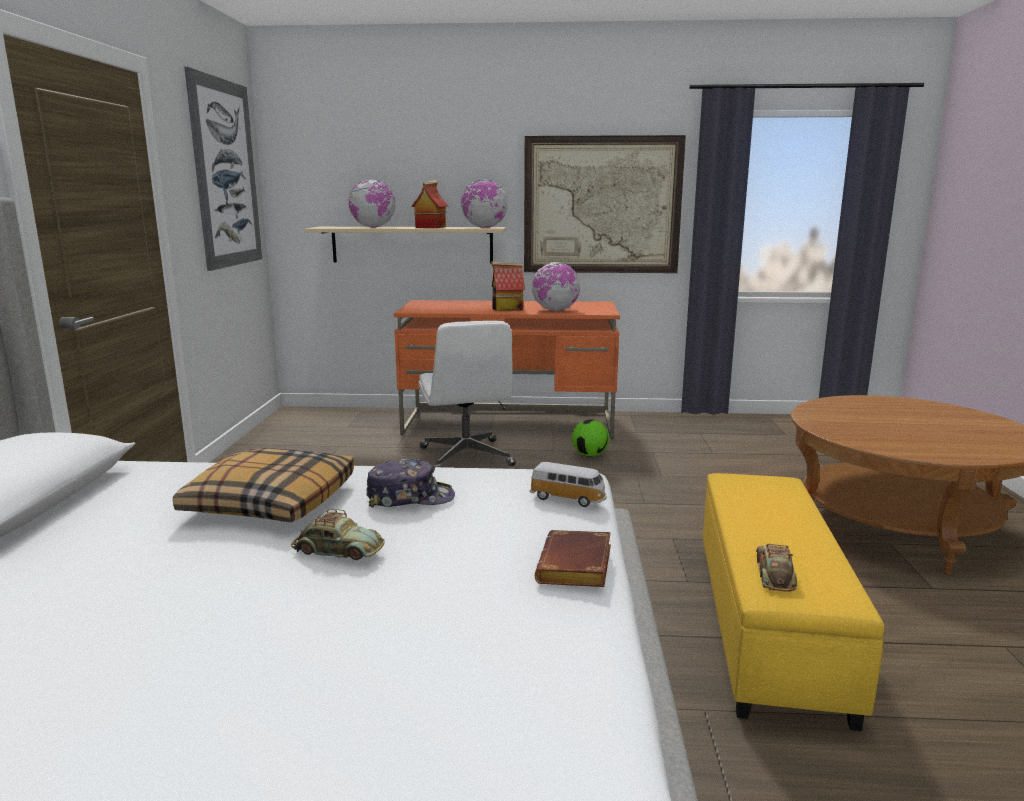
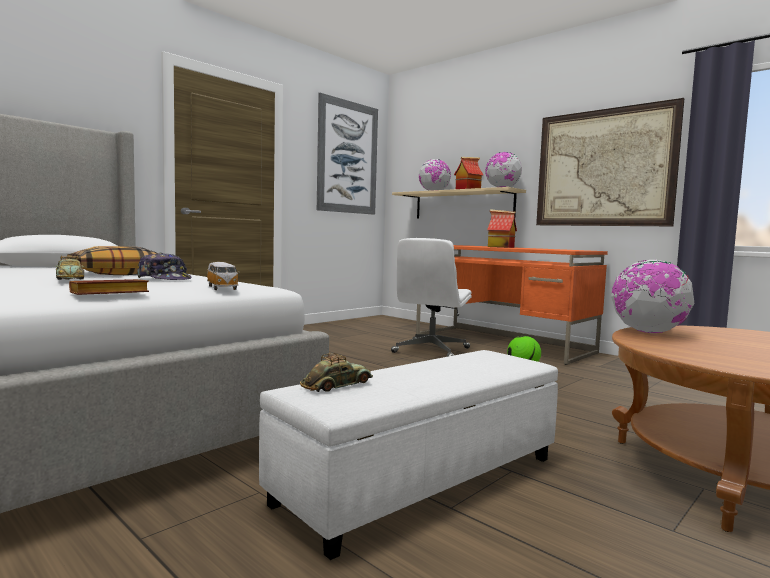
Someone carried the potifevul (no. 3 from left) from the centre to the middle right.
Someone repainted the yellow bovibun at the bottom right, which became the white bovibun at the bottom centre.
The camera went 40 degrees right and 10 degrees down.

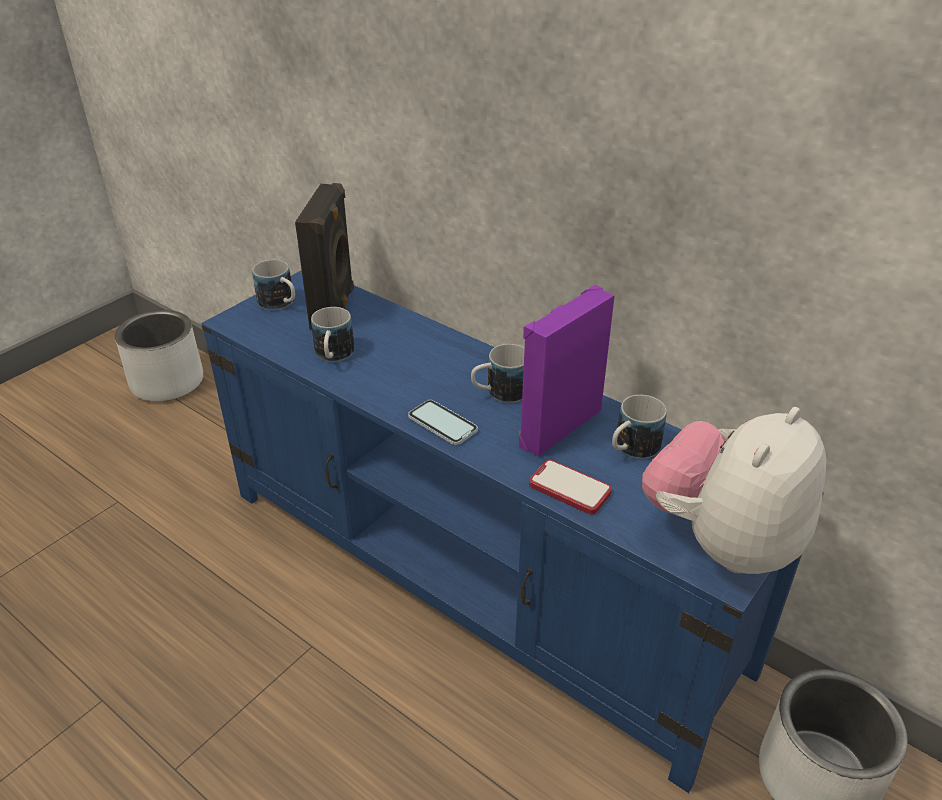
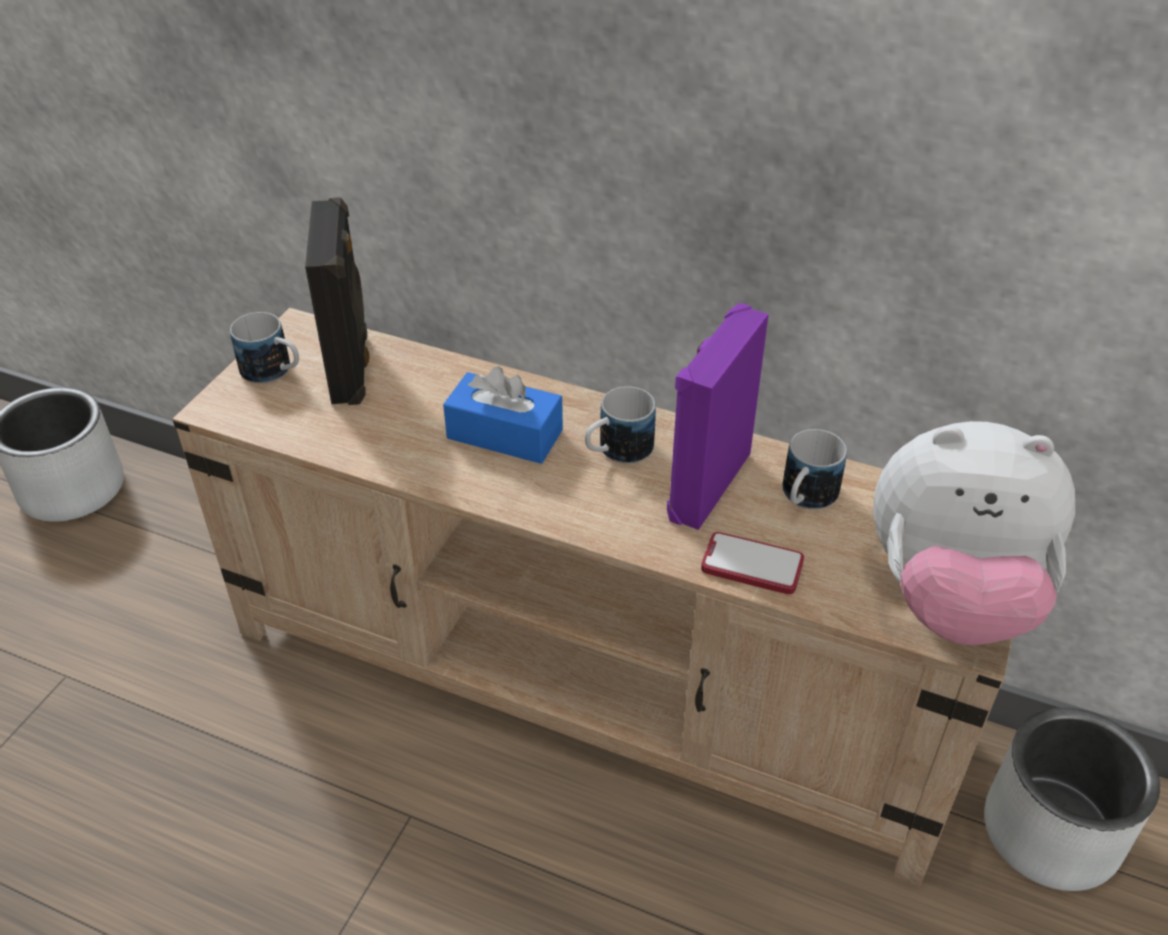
Someone repainted the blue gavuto at the centre, which became the beige gavuto at the centre.
Someone took away the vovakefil (no. 2 from left) at the centre.
Someone took away the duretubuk (no. 1 from left) at the centre.
Someone rotated the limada at the middle right by 105 degrees counterclockwise.
Someone put down the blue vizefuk at the centre.
The camera went 15 degrees left and 5 degrees up.

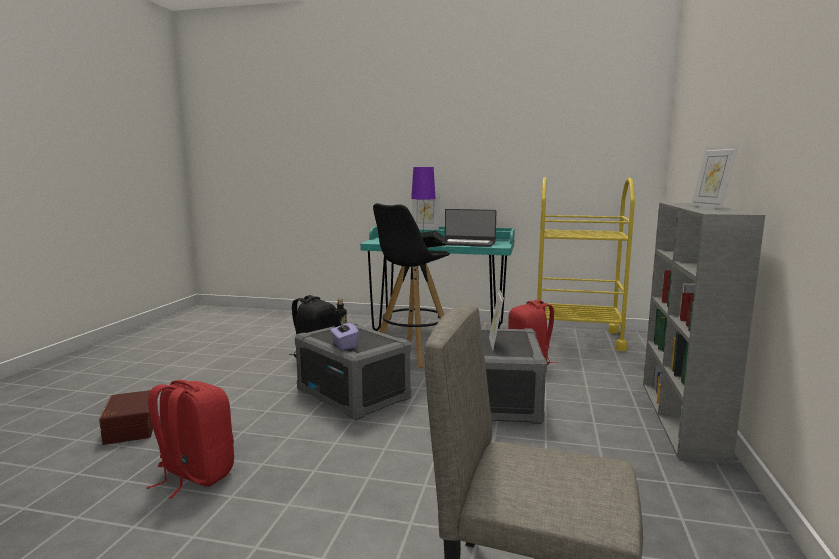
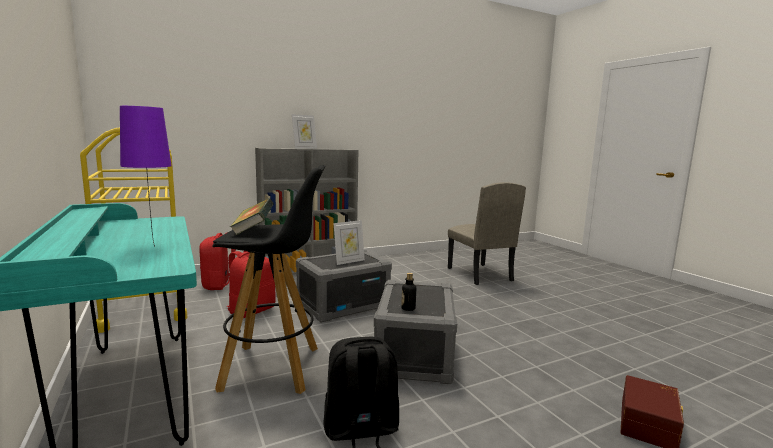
Someone took away the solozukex (no. 1 from left) at the centre.
Someone took away the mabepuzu at the centre.
Someone took away the purple vizefuk at the centre.
Someone carried the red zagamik (no. 1 from left) from the bottom left to the middle left.
The camera went 130 degrees left and 0 degrees up.

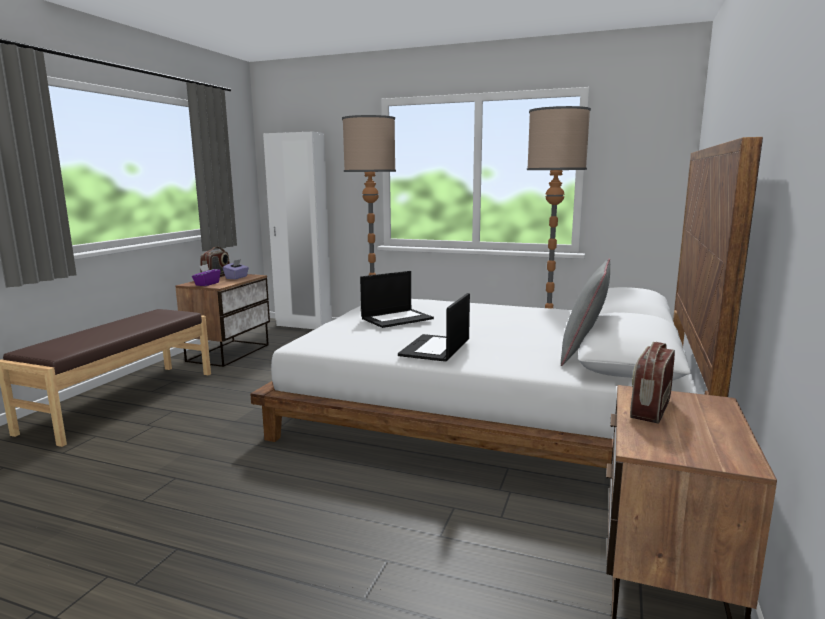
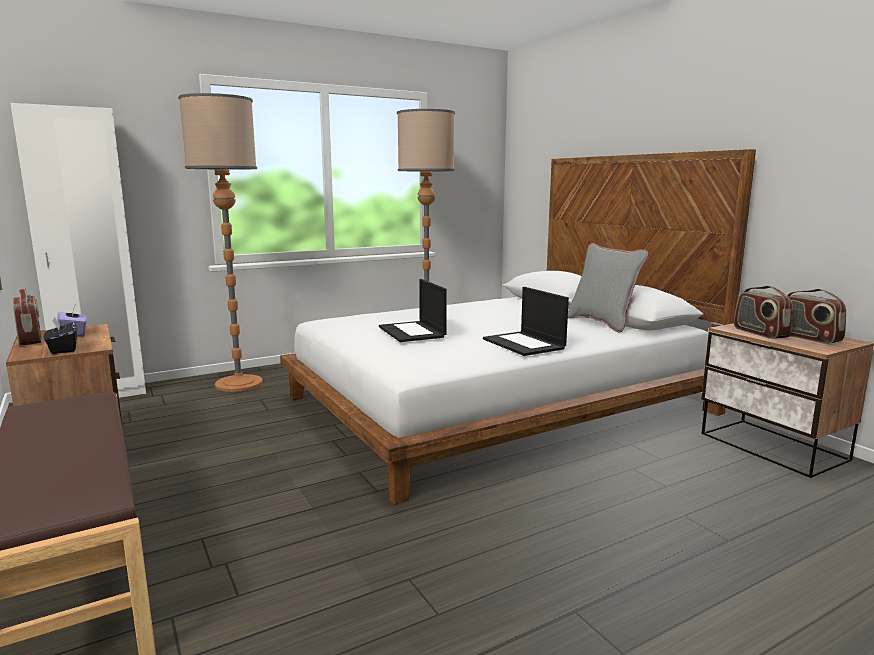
Someone repainted the purple vizefuk (no. 1 from left) at the middle left, which became the black vizefuk at the middle left.
Someone rotated the mabepuzu (no. 1 from left) at the centre by 150 degrees clockwise.
Someone put down the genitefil (no. 3 from left) at the middle right.
The camera went 50 degrees left and 0 degrees up.

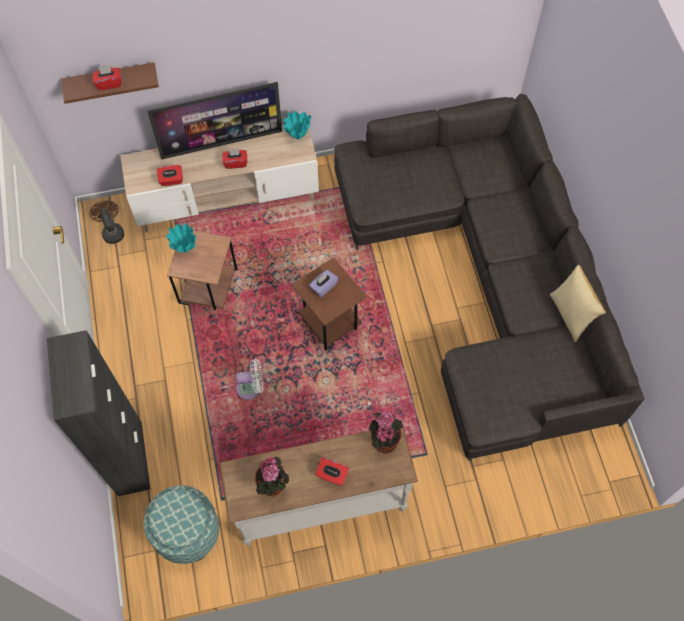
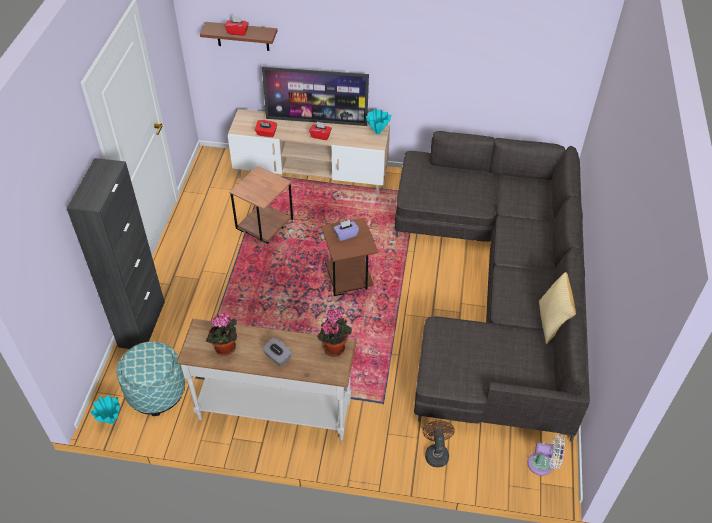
Someone carried the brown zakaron from the middle left to the bottom centre.
Someone carried the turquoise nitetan (no. 1 from left) from the middle left to the bottom left.
Someone carried the white zakaron from the centre to the bottom right.
Someone repainted the red vizefuk (no. 4 from left) at the bottom centre, which became the grey vizefuk at the bottom centre.
The camera went 20 degrees right and 15 degrees down.

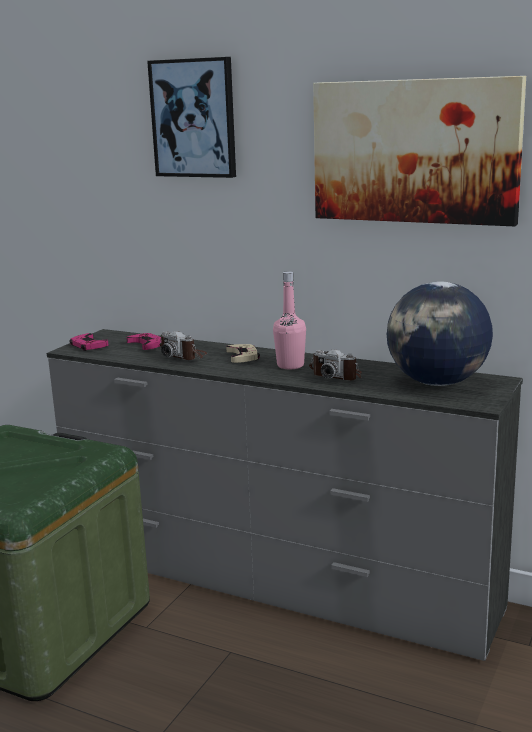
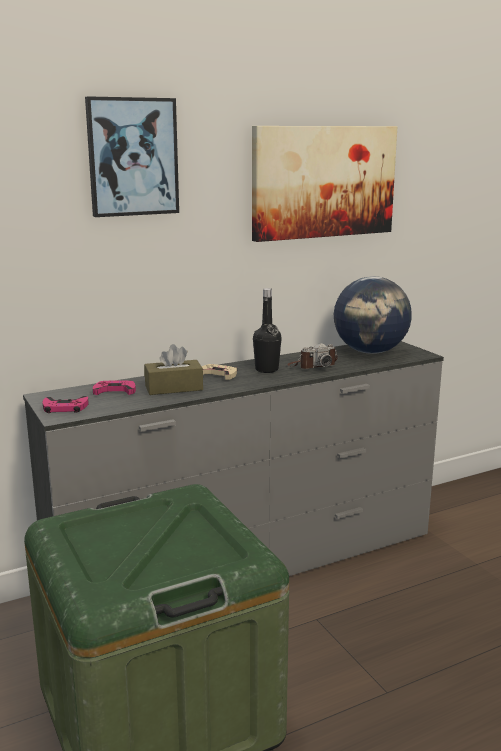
Someone repainted the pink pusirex at the centre, which became the black pusirex at the centre.
Someone swapped the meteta (no. 1 from left) at the centre for the brown vizefuk at the centre.
The camera went 55 degrees left and 0 degrees up.

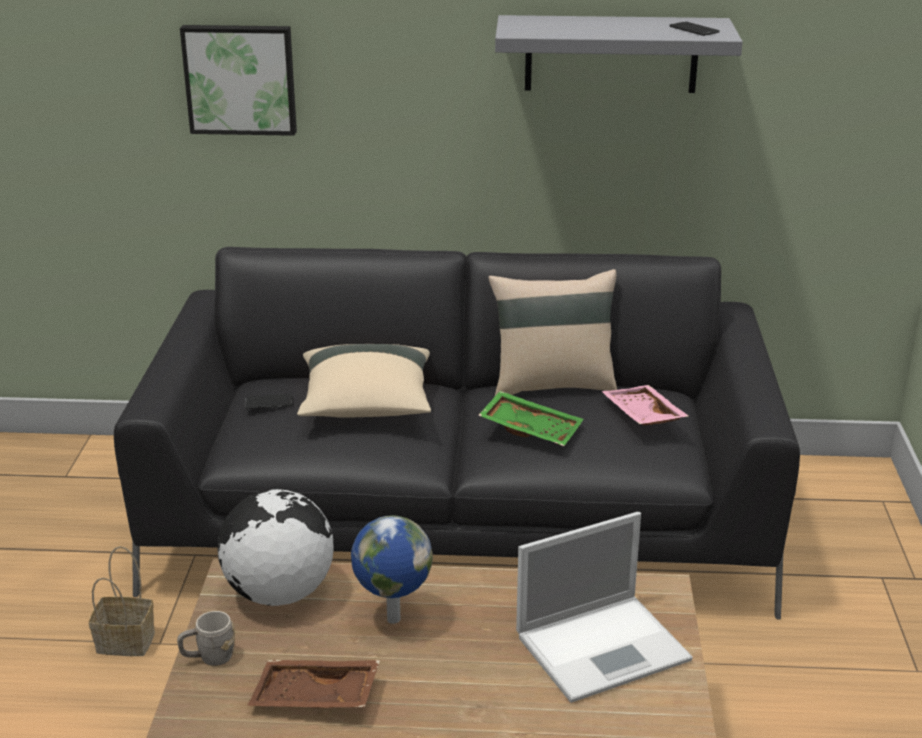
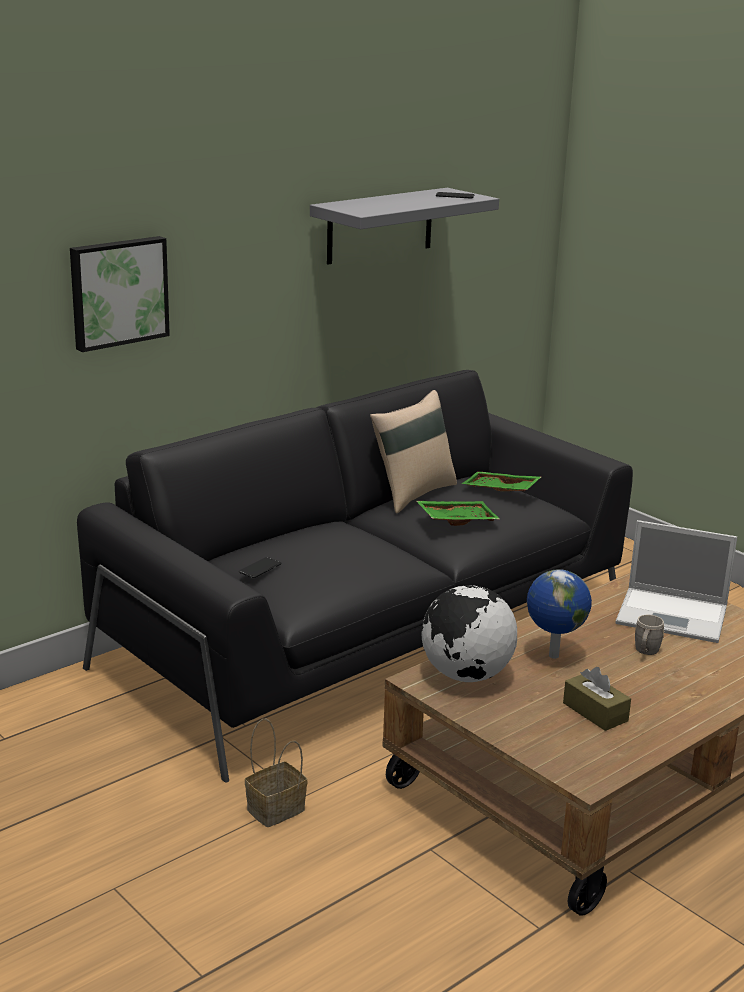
Someone took away the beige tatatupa (no. 1 from left) at the centre.
Someone repainted the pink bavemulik at the middle right, which became the green bavemulik (no. 2 from left) at the middle right.
Someone rotated the mabepuzu at the bottom centre by 90 degrees clockwise.
Someone carried the grey vovakefil from the bottom left to the middle right.
Someone swapped the brown bavemulik at the bottom centre for the brown vizefuk at the bottom right.
The camera went 45 degrees left and 5 degrees down.

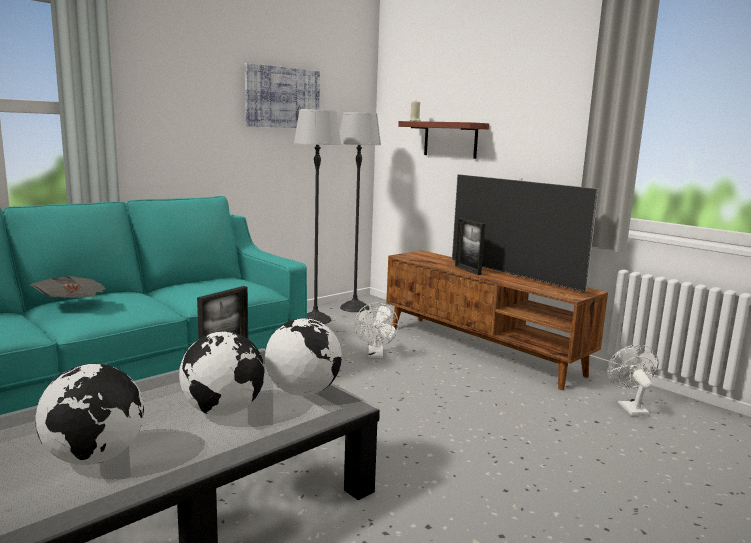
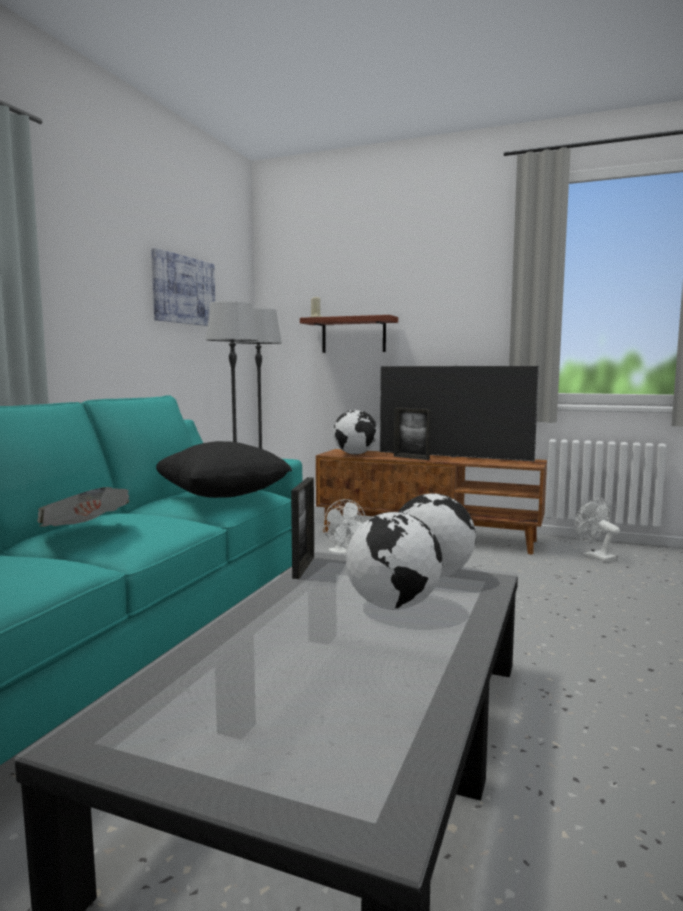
Someone carried the potifevul (no. 1 from left) from the bottom left to the centre.
Someone put down the black tatatupa at the middle left.
The camera went 25 degrees left and 5 degrees down.

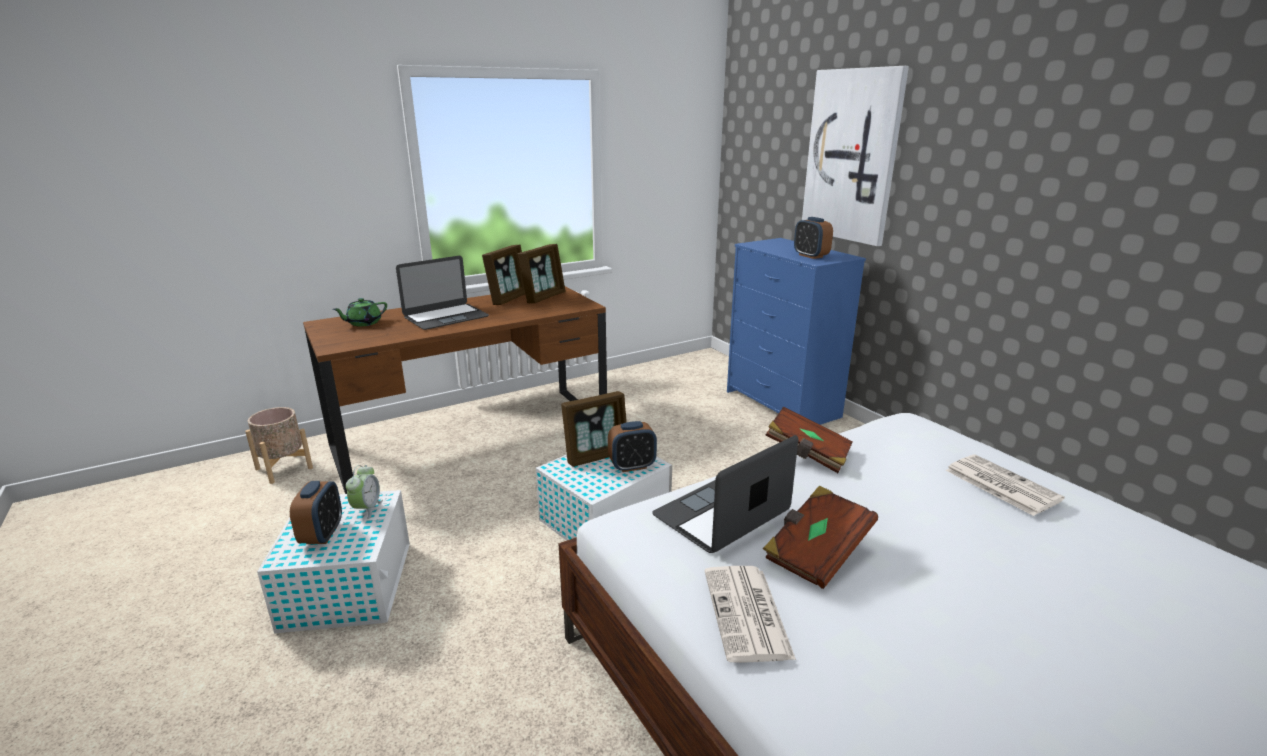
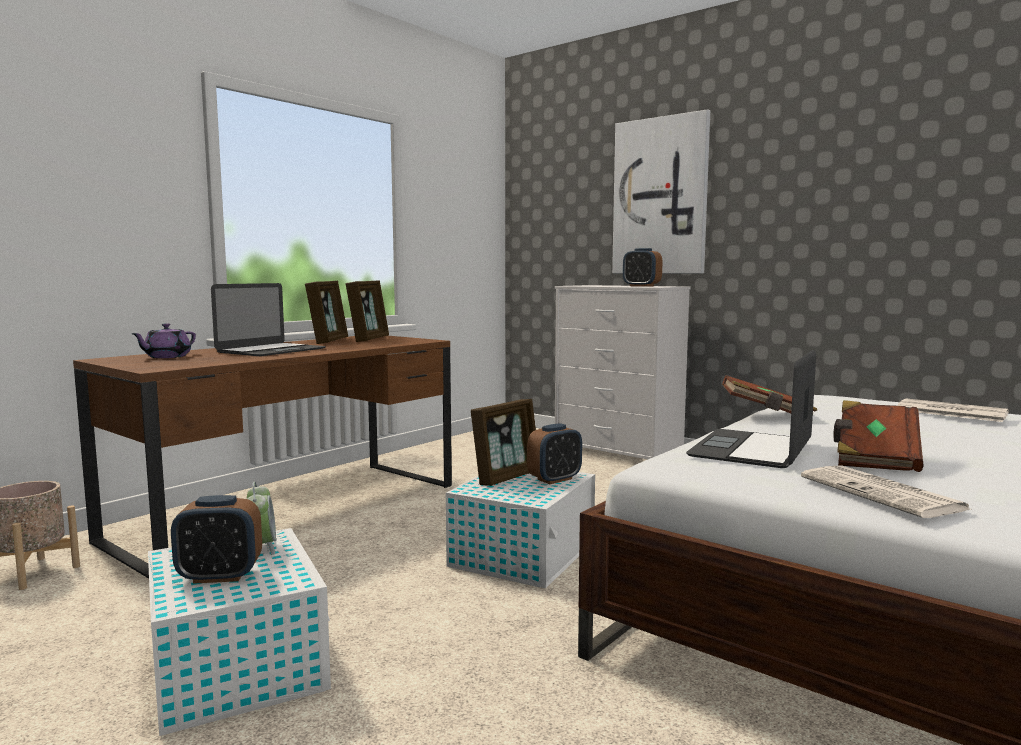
Someone repainted the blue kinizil at the centre, which became the white kinizil at the centre.
Someone repainted the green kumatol at the middle left, which became the purple kumatol at the middle left.
Someone rotated the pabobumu (no. 1 from left) at the bottom left by 105 degrees clockwise.
The camera went 20 degrees left and 15 degrees down.

